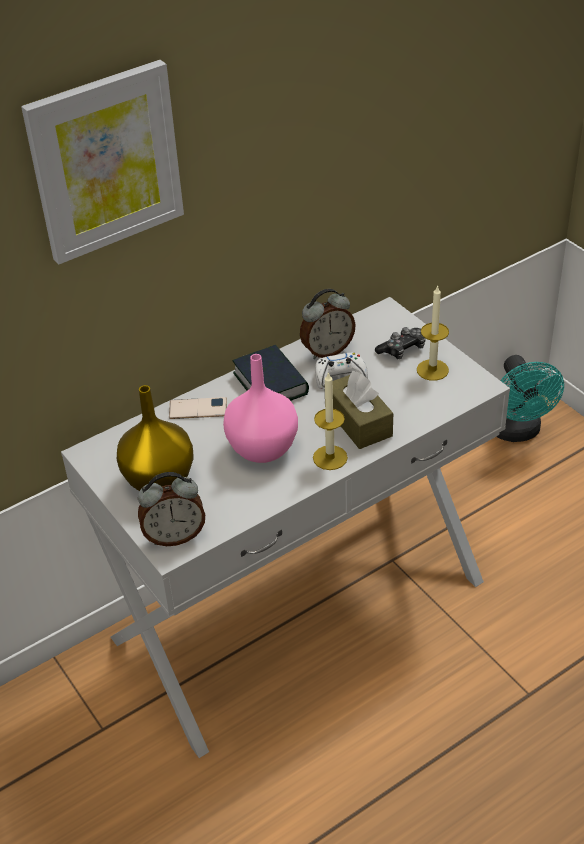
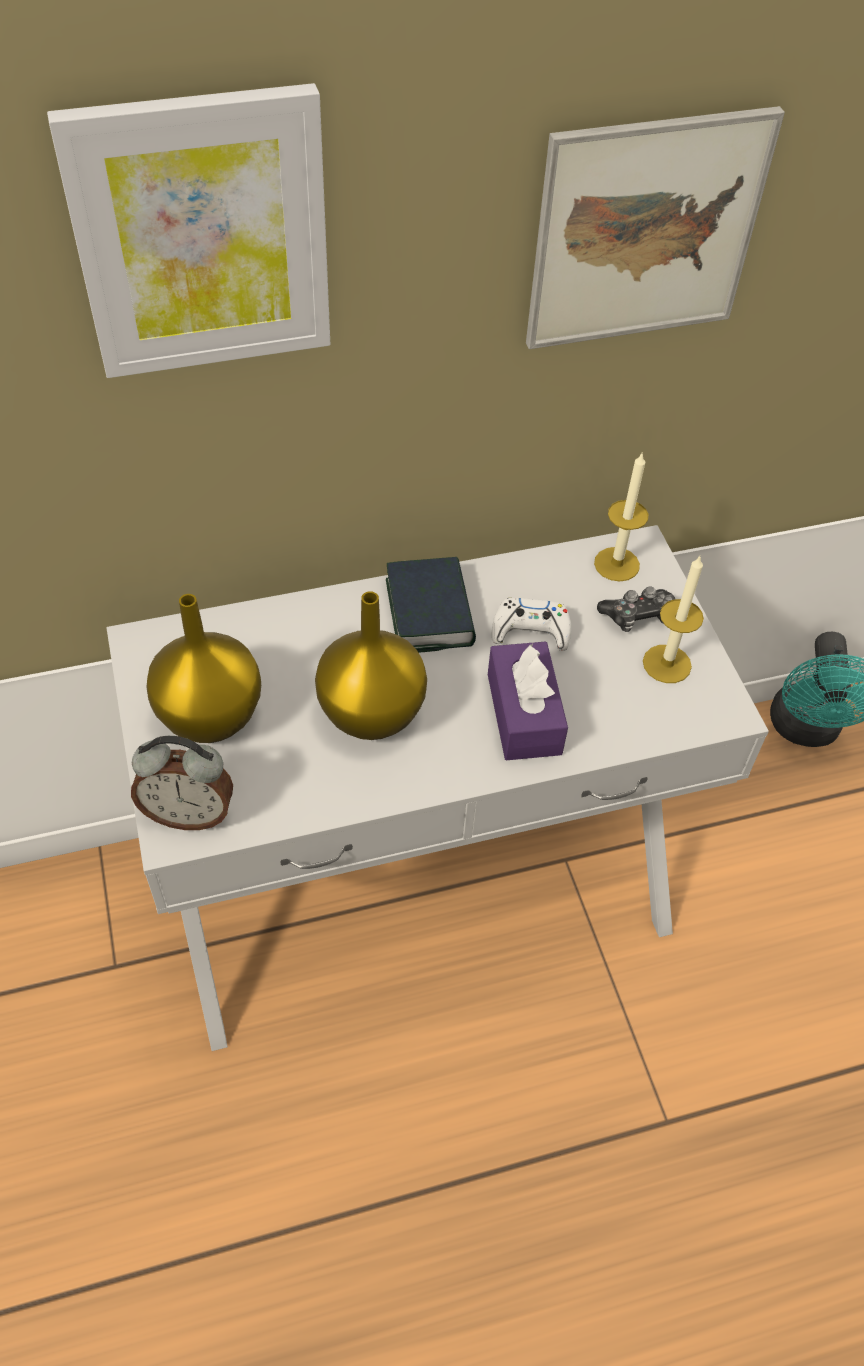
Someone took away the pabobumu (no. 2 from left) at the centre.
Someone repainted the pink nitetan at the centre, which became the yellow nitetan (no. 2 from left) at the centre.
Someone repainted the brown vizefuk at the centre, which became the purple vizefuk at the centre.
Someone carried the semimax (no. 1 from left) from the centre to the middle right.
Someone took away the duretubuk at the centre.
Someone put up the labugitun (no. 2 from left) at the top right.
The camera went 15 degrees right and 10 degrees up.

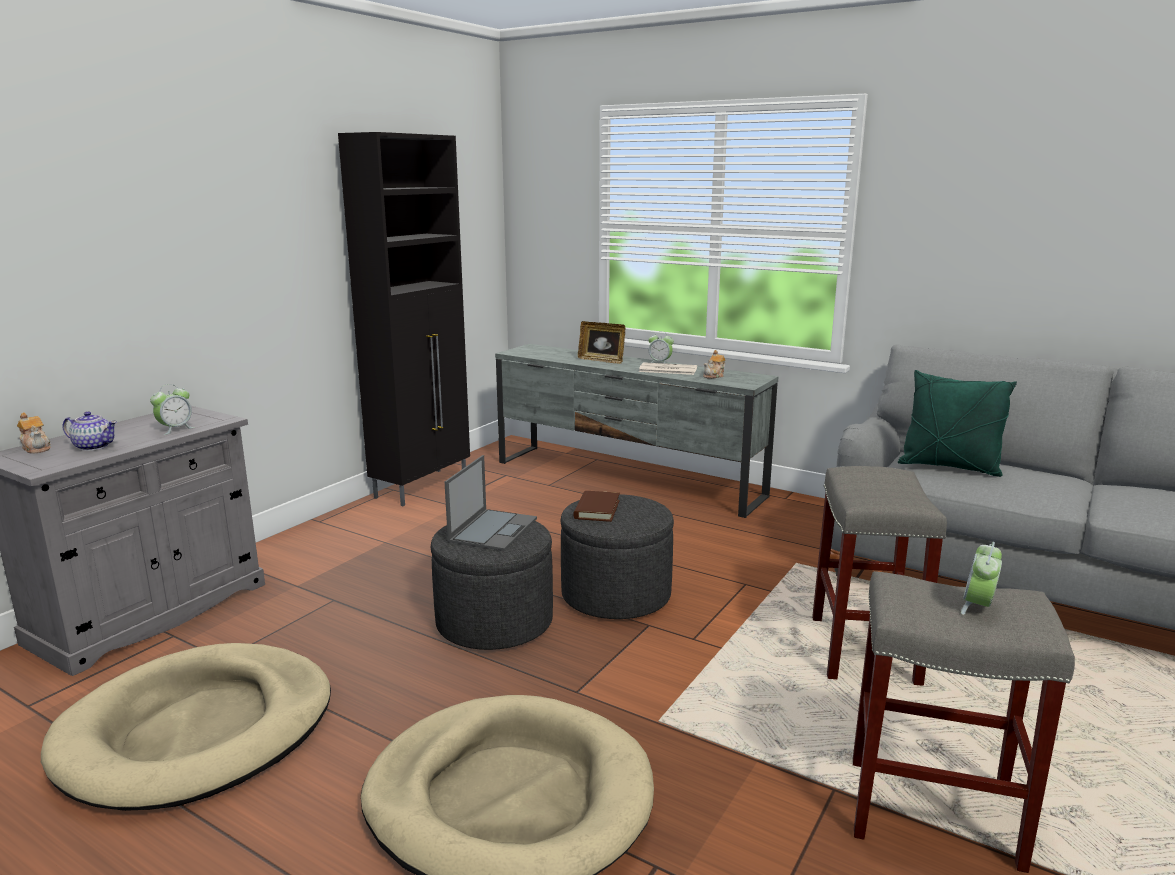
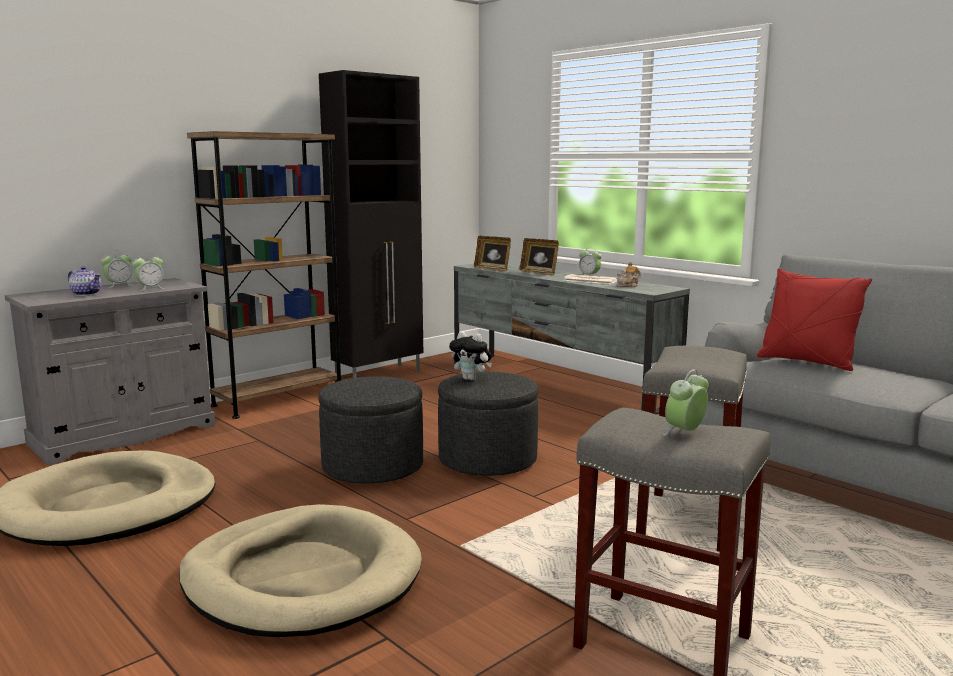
Someone repainted the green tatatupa at the middle right, which became the red tatatupa at the middle right.
Someone took away the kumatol (no. 1 from left) at the middle left.
Someone took away the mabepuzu at the centre.
Someone swapped the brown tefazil at the centre for the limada at the centre.
Someone put down the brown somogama at the middle left.
Someone put down the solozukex (no. 1 from left) at the centre.
Someone put down the pabobumu (no. 1 from left) at the middle left.
The camera went 15 degrees right and 5 degrees down.

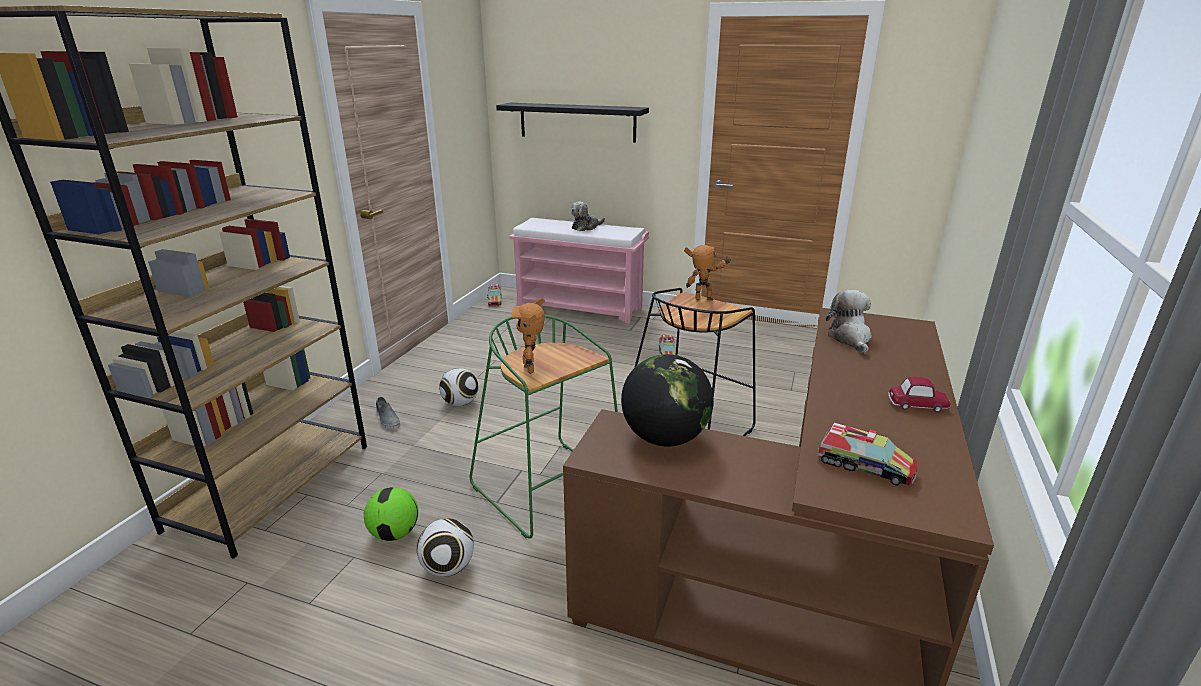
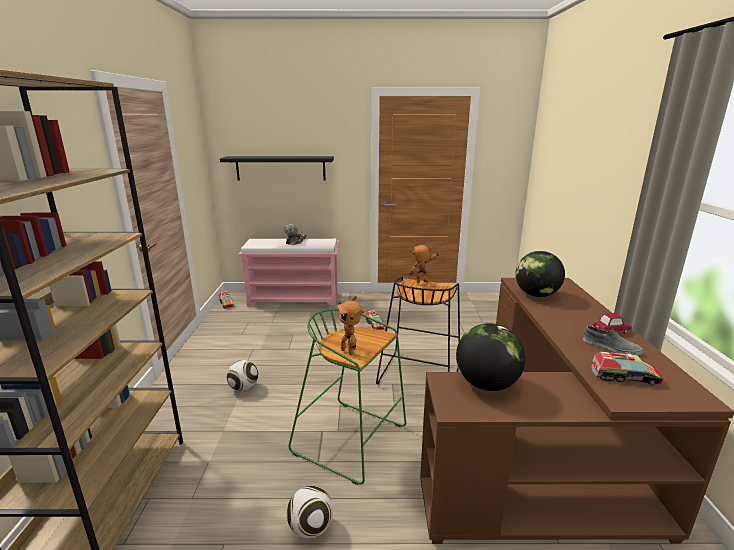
Someone swapped the limada (no. 2 from left) at the middle right for the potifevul (no. 2 from left) at the middle right.
Someone carried the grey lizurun from the middle left to the middle right.
Someone took away the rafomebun (no. 1 from left) at the bottom left.
The camera went 20 degrees left and 5 degrees down.

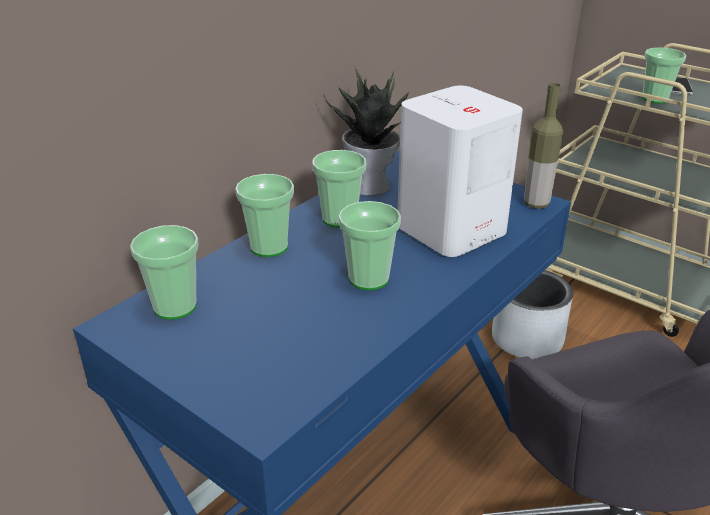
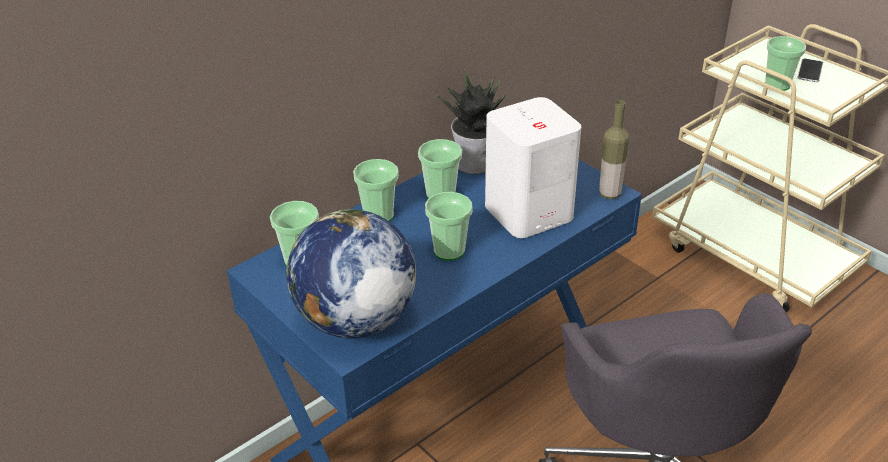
Someone took away the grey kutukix at the middle right.
Someone put down the potifevul at the centre.
The camera went 10 degrees right and 5 degrees up.

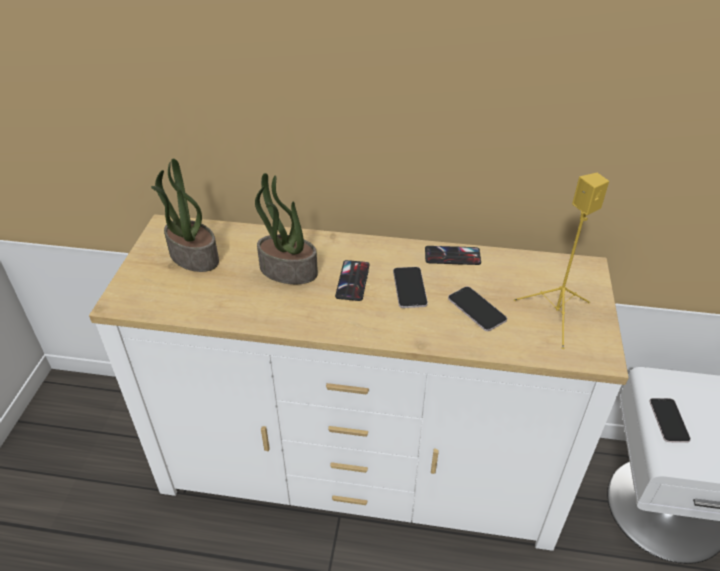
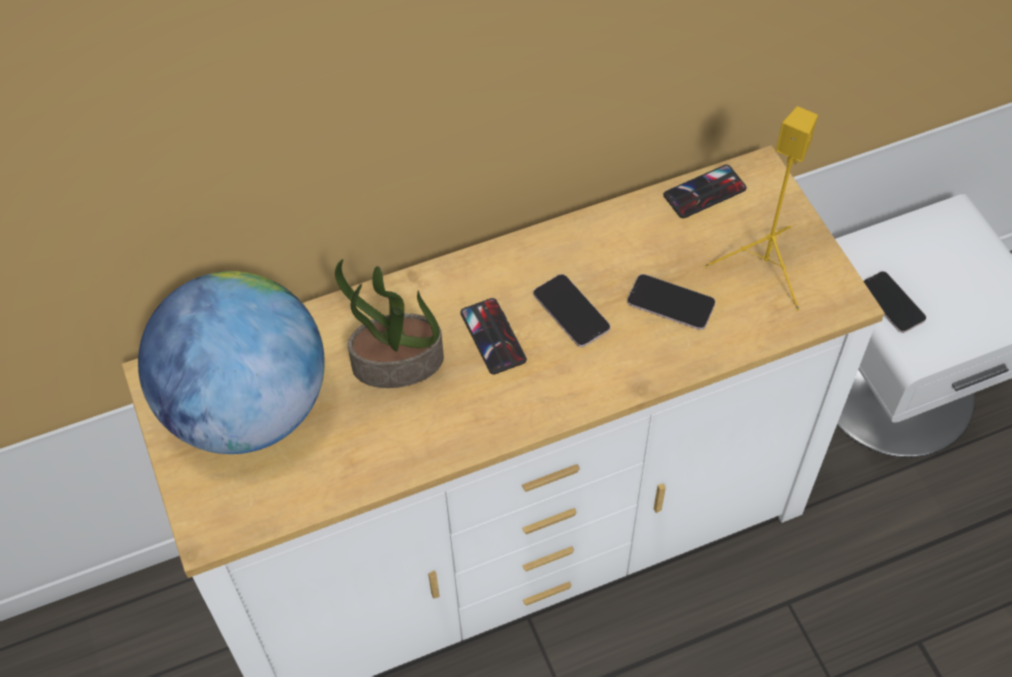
Someone swapped the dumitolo (no. 1 from left) at the middle left for the potifevul at the middle left.
Someone carried the duretubuk (no. 3 from left in the first image) from the centre to the top right.
The camera went 30 degrees left and 15 degrees up.

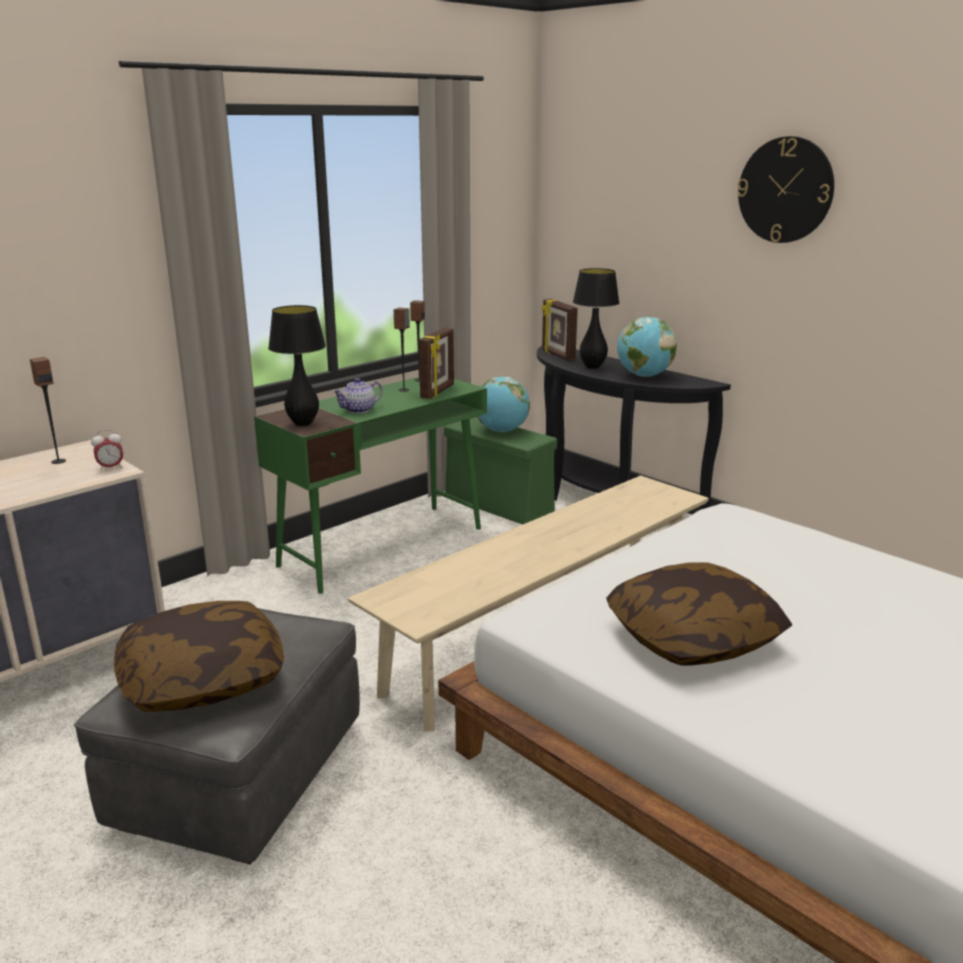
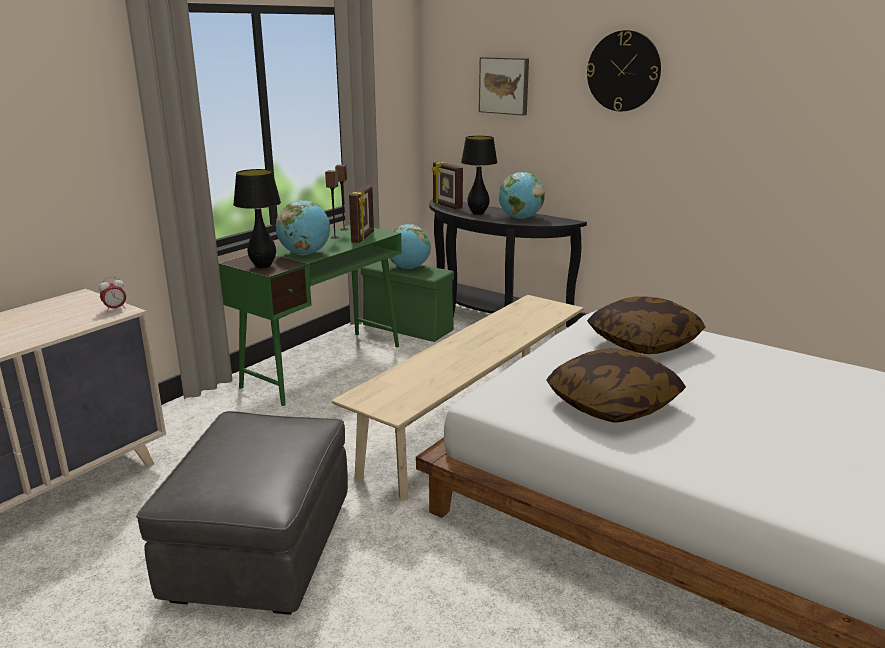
Someone took away the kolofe (no. 1 from left) at the middle left.
Someone swapped the kumatol at the centre for the potifevul (no. 1 from left) at the centre.
Someone carried the tatatupa (no. 1 from left in the first image) from the bottom left to the middle right.
Someone put up the labugitun at the top centre.
The camera went 10 degrees left and 0 degrees up.

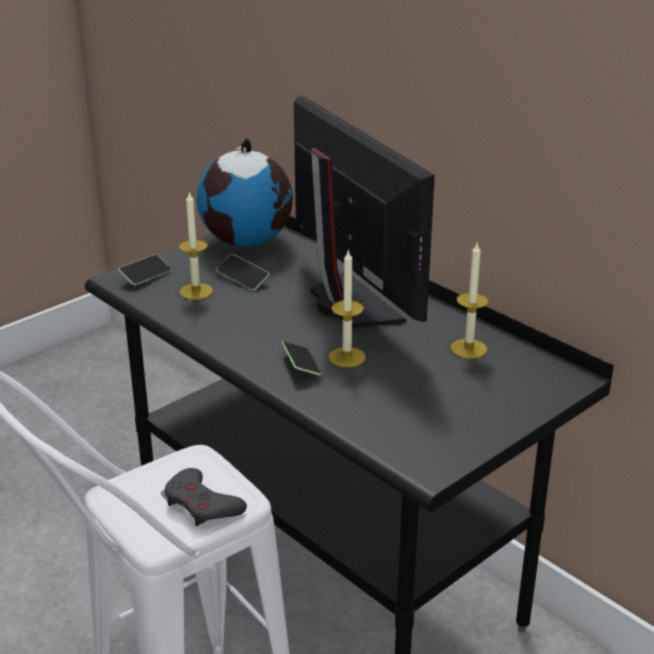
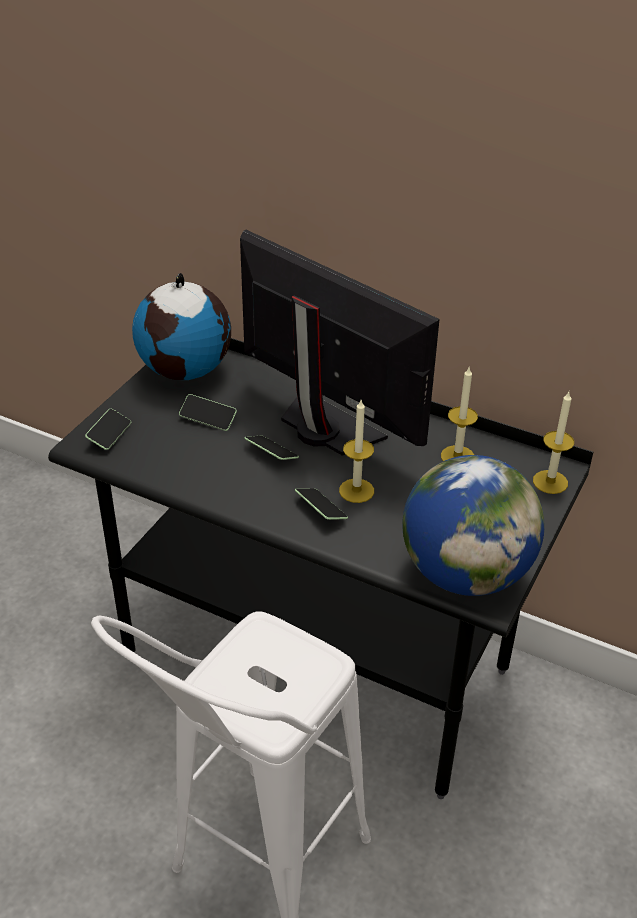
Someone carried the semimax (no. 1 from left in the first image) from the middle left to the middle right.
Someone took away the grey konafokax at the bottom left.
Someone put down the duretubuk (no. 3 from left) at the centre.
Someone put down the potifevul (no. 2 from left) at the middle right.
The camera went 20 degrees left and 10 degrees up.

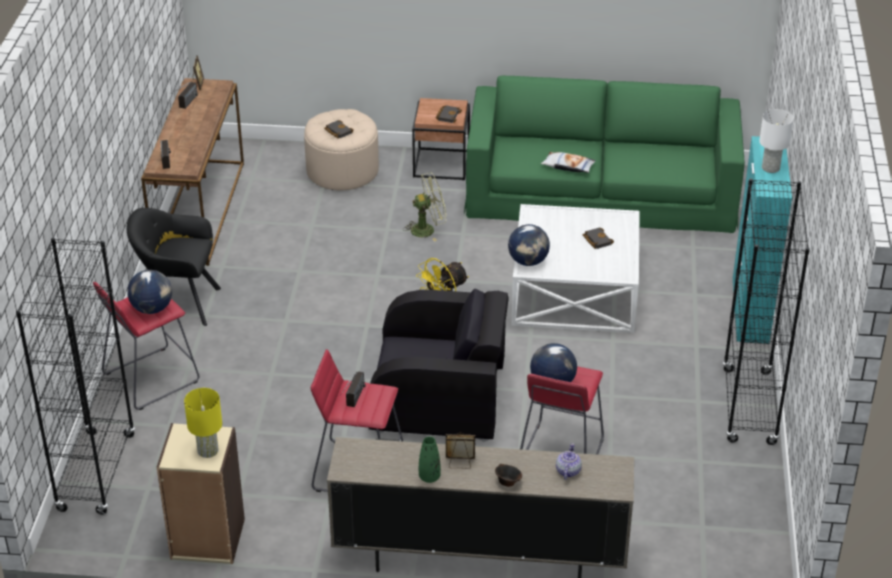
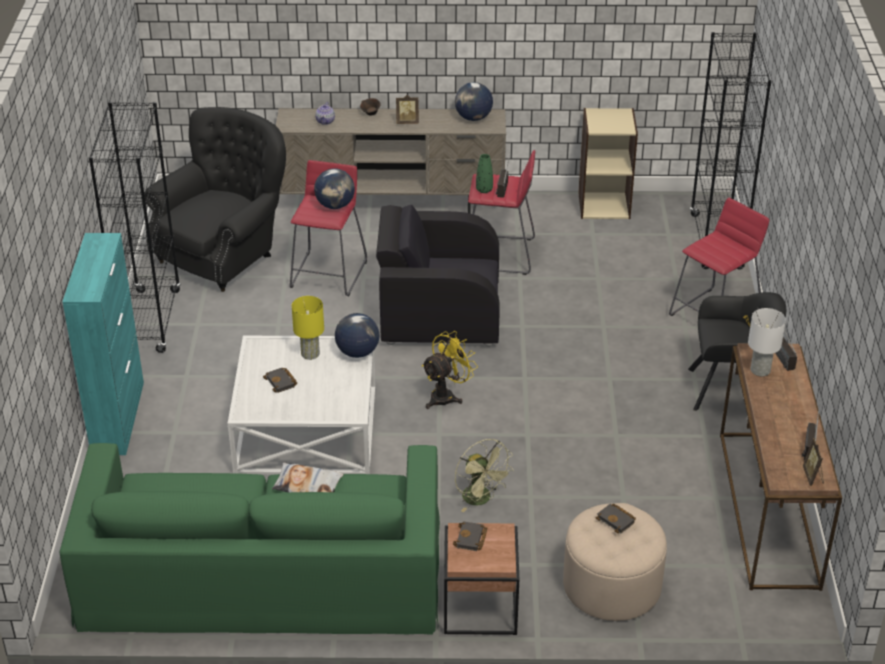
Someone carried the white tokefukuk from the top right to the middle right.
Someone rotated the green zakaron at the centre by 105 degrees counterclockwise.
Someone carried the potifevul (no. 1 from left in the first image) from the middle left to the top centre.
Someone carried the yellow tokefukuk from the bottom left to the centre.
Someone carried the green nitetan from the bottom centre to the top centre.
Someone put down the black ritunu (no. 1 from left) at the top left.
The camera went 175 degrees right and 0 degrees up.

